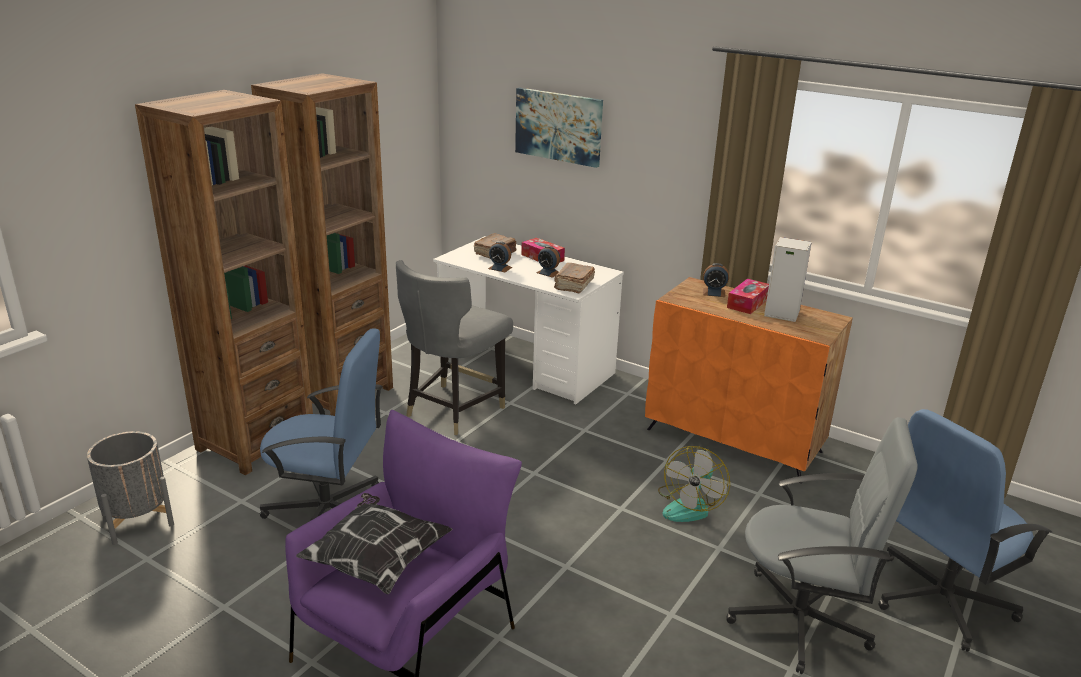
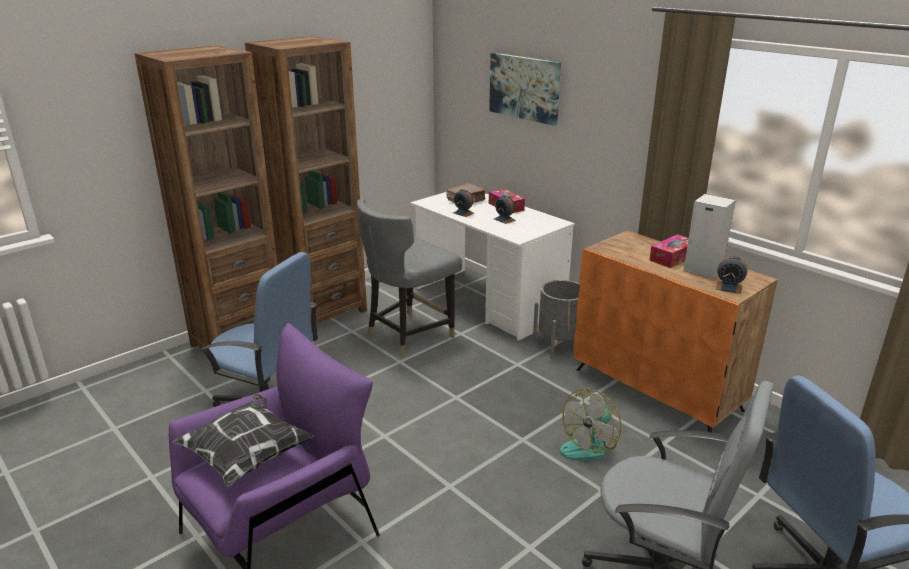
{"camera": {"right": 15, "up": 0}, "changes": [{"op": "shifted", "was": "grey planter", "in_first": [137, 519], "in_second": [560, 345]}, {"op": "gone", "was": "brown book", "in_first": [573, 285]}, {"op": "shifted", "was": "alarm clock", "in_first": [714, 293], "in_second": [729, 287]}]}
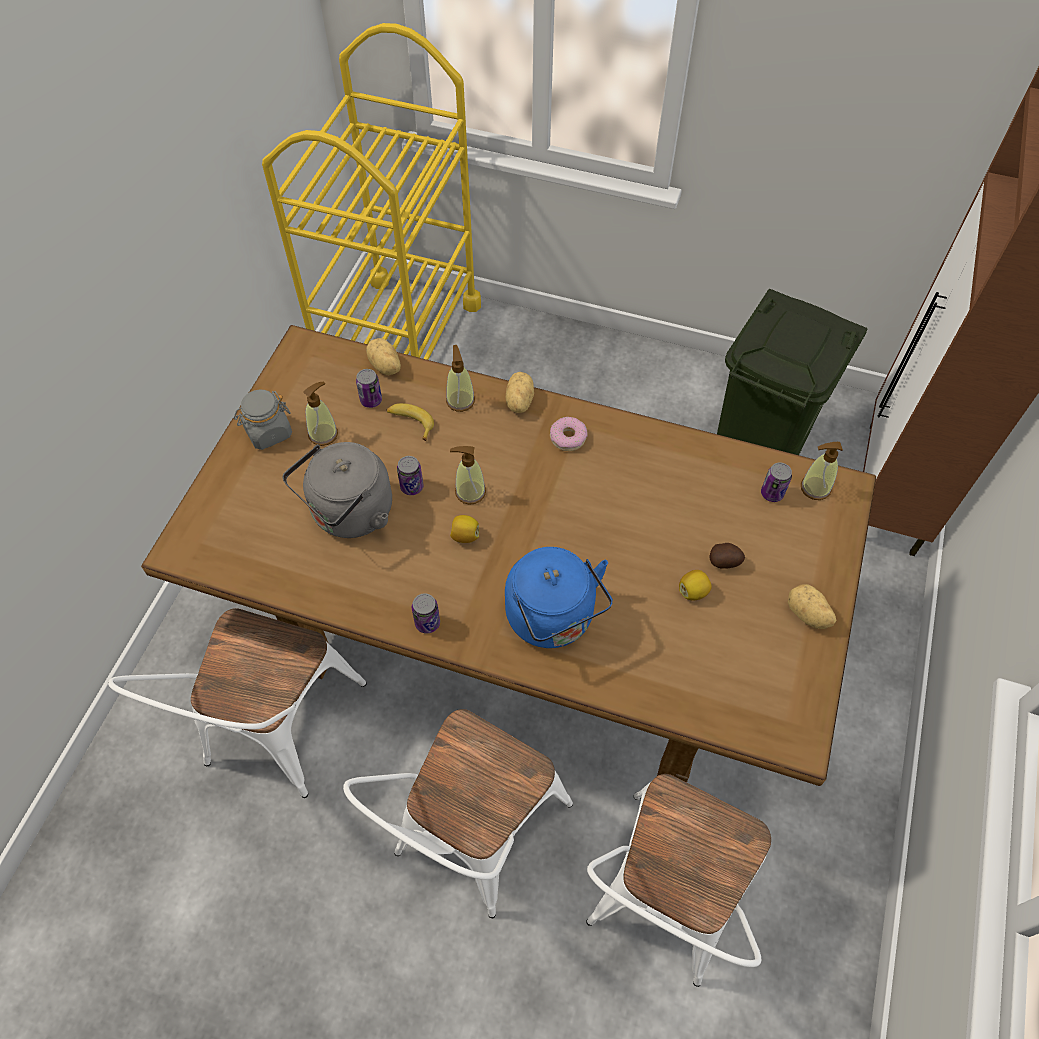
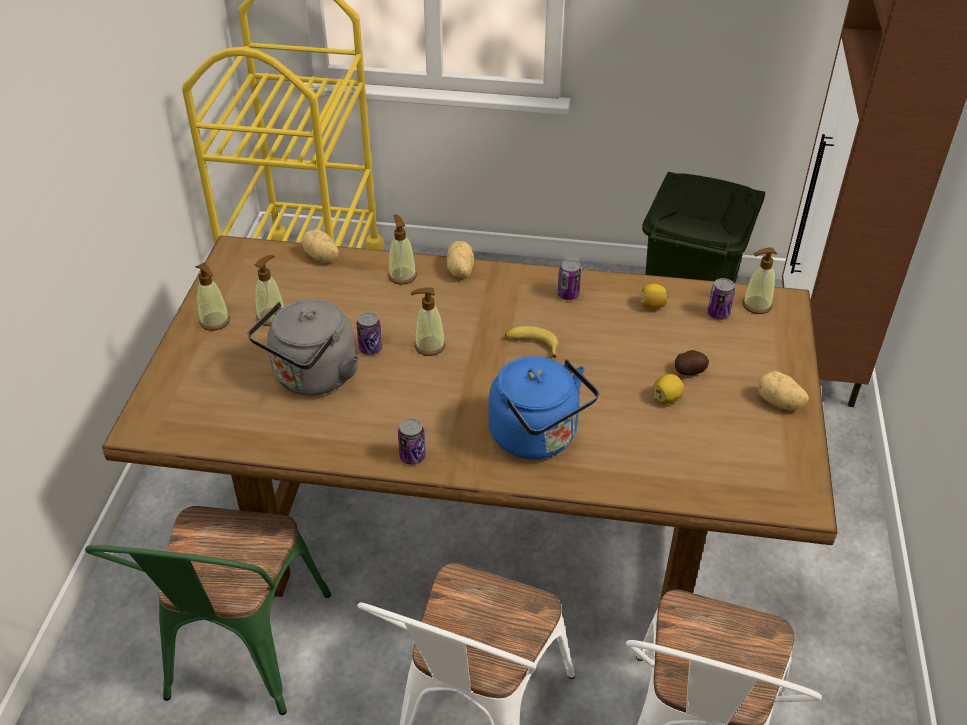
{"camera": {"right": -10, "up": -15}, "changes": [{"op": "repainted", "was": "white chair", "now": "green chair", "in_first": [276, 733], "in_second": [240, 656]}, {"op": "swapped", "was": "grey jar", "now": "soap dispenser", "in_first": [268, 432], "in_second": [215, 321]}, {"op": "shifted", "was": "can", "in_first": [371, 400], "in_second": [568, 294]}, {"op": "shifted", "was": "banana", "in_first": [410, 423], "in_second": [532, 344]}, {"op": "shifted", "was": "lemon", "in_first": [465, 536], "in_second": [652, 305]}, {"op": "gone", "was": "donut", "in_first": [567, 438]}]}
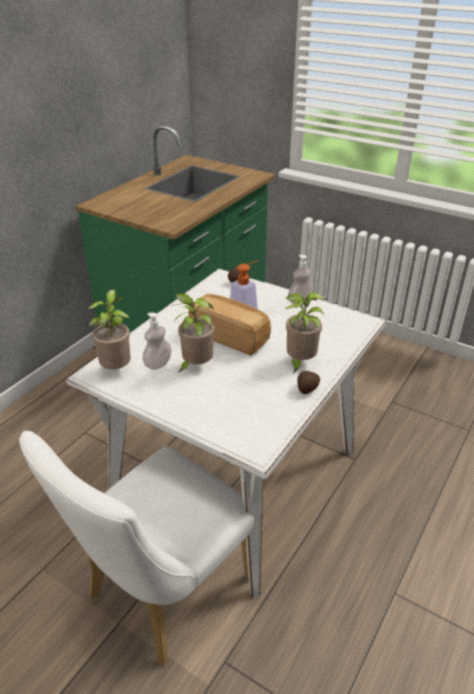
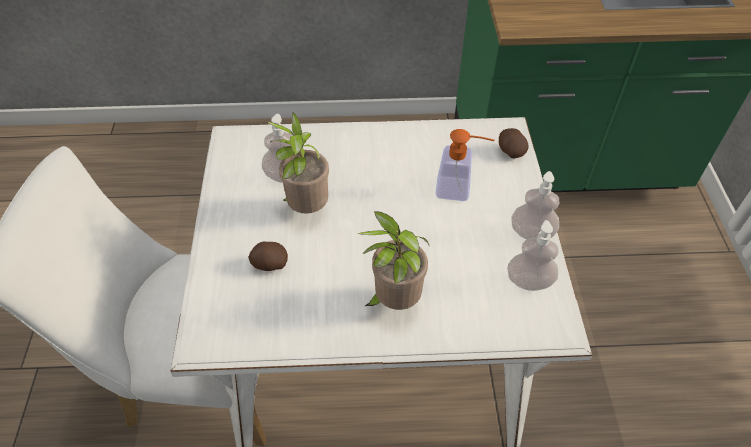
{"camera": {"right": 55, "up": 15}, "changes": [{"op": "gone", "was": "potted plant", "in_first": [117, 369]}, {"op": "gone", "was": "bread", "in_first": [230, 336]}, {"op": "shifted", "was": "potato", "in_first": [306, 389], "in_second": [269, 264]}, {"op": "new", "now": "soap dispenser", "in_second": [529, 281]}]}
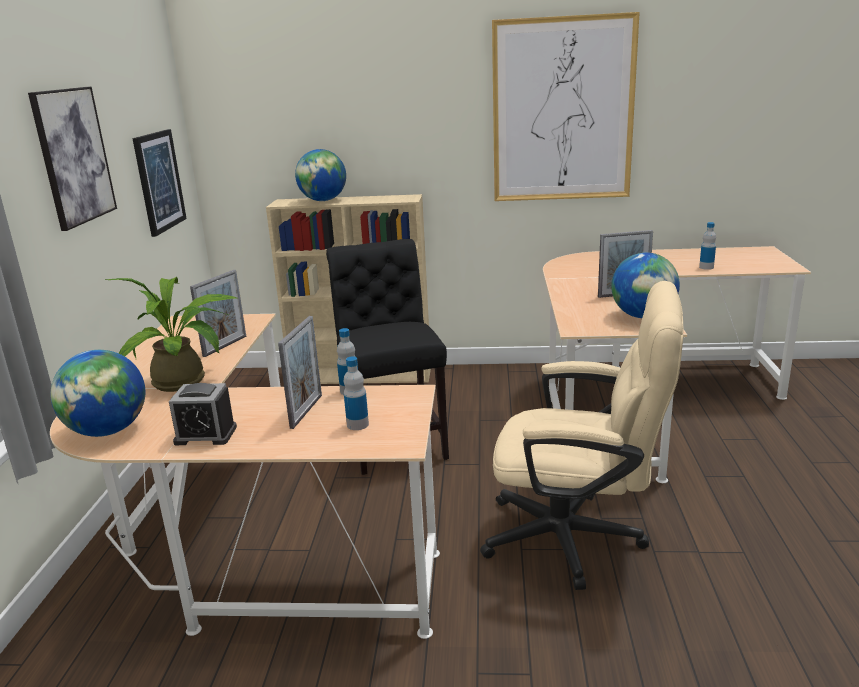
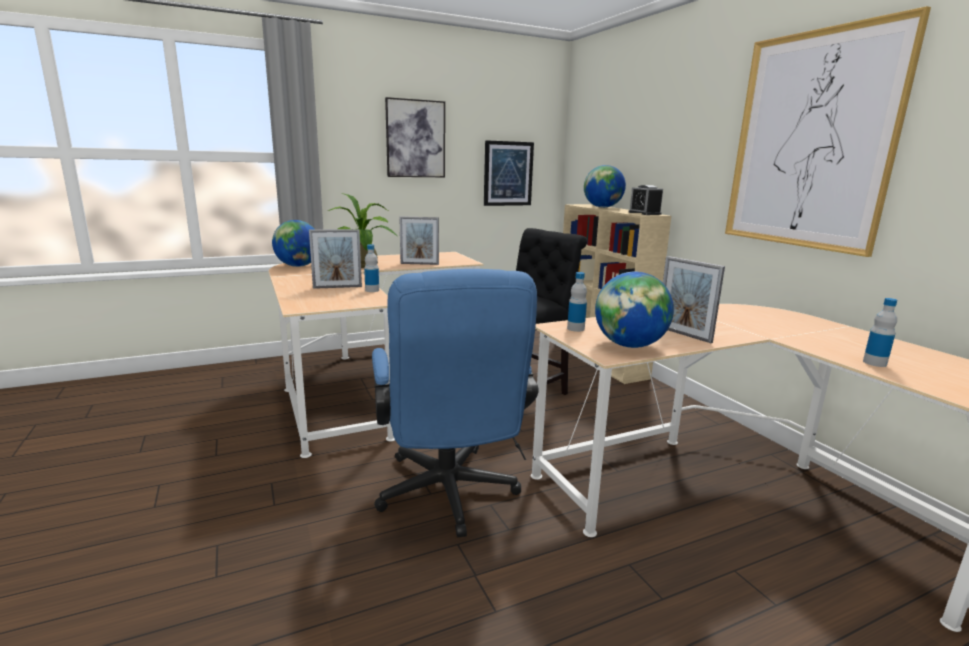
{"camera": {"right": 60, "up": -5}, "changes": [{"op": "shifted", "was": "alarm clock", "in_first": [205, 435], "in_second": [644, 213]}, {"op": "shifted", "was": "bottle", "in_first": [357, 425], "in_second": [575, 328]}, {"op": "repainted", "was": "beige office chair", "now": "blue office chair", "in_first": [578, 539], "in_second": [448, 497]}]}
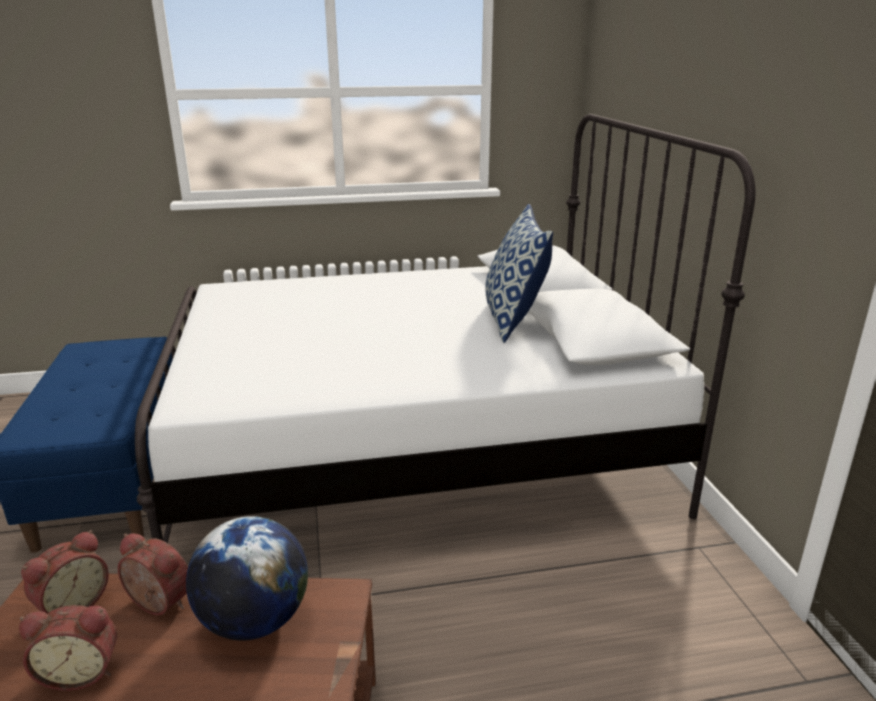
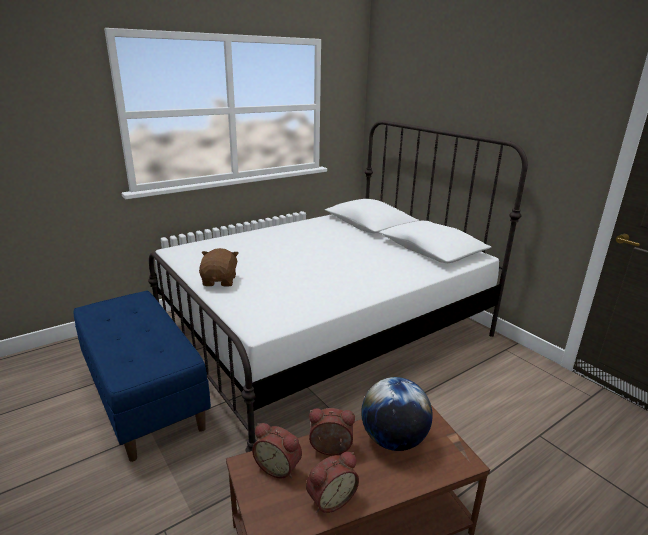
{"camera": {"right": -25, "up": 0}, "changes": [{"op": "rotated", "was": "alarm clock", "in_first": [72, 604], "in_second": [279, 466], "clockwise": 105}, {"op": "gone", "was": "pillow", "in_first": [514, 320]}, {"op": "new", "now": "brown plush toy", "in_second": [220, 281]}]}
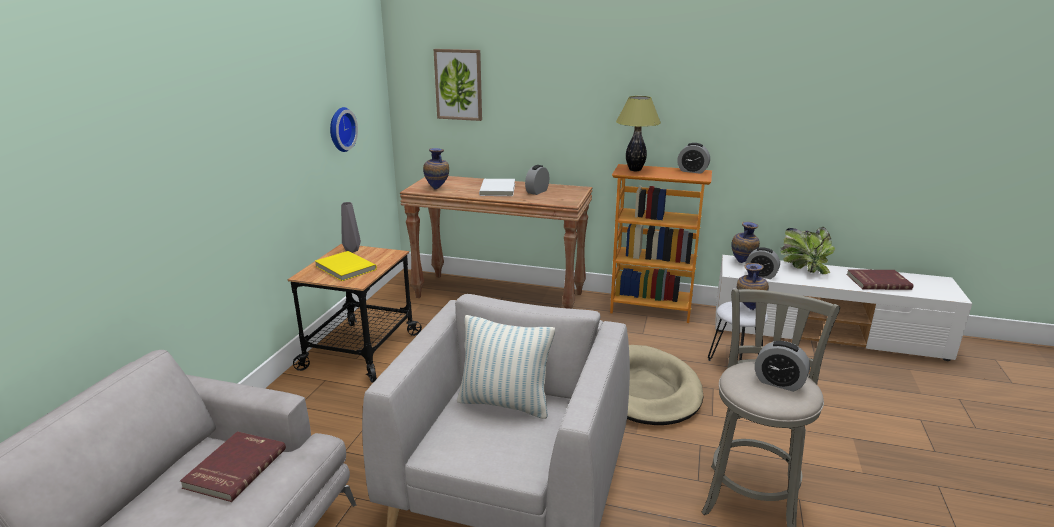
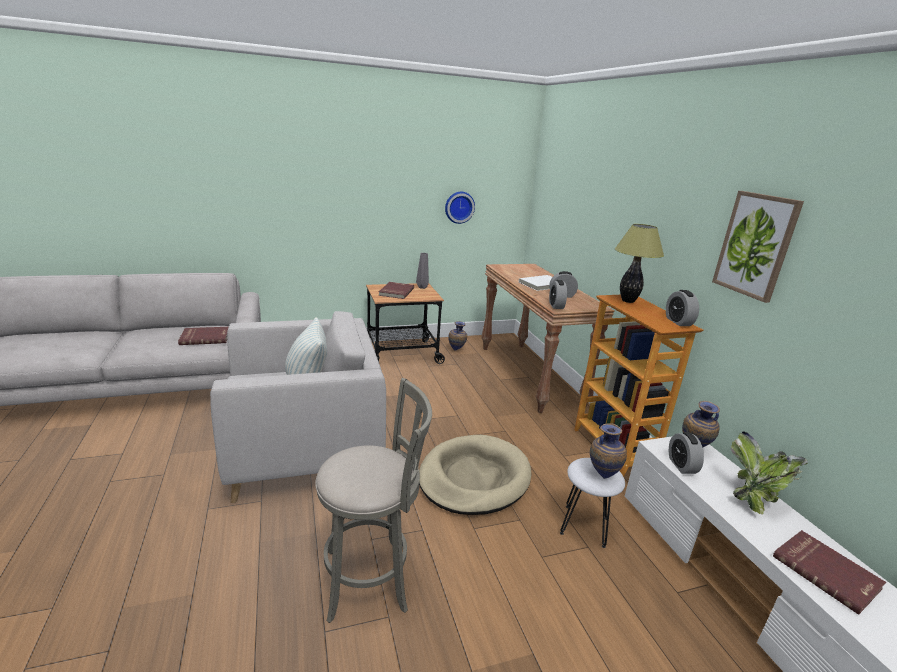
{"camera": {"right": 55, "up": 0}, "changes": [{"op": "repainted", "was": "yellow book", "now": "red book", "in_first": [344, 268], "in_second": [395, 292]}, {"op": "shifted", "was": "vase", "in_first": [437, 189], "in_second": [456, 350]}, {"op": "shifted", "was": "picture", "in_first": [458, 84], "in_second": [755, 245]}, {"op": "shifted", "was": "alarm clock", "in_first": [779, 383], "in_second": [556, 305]}]}
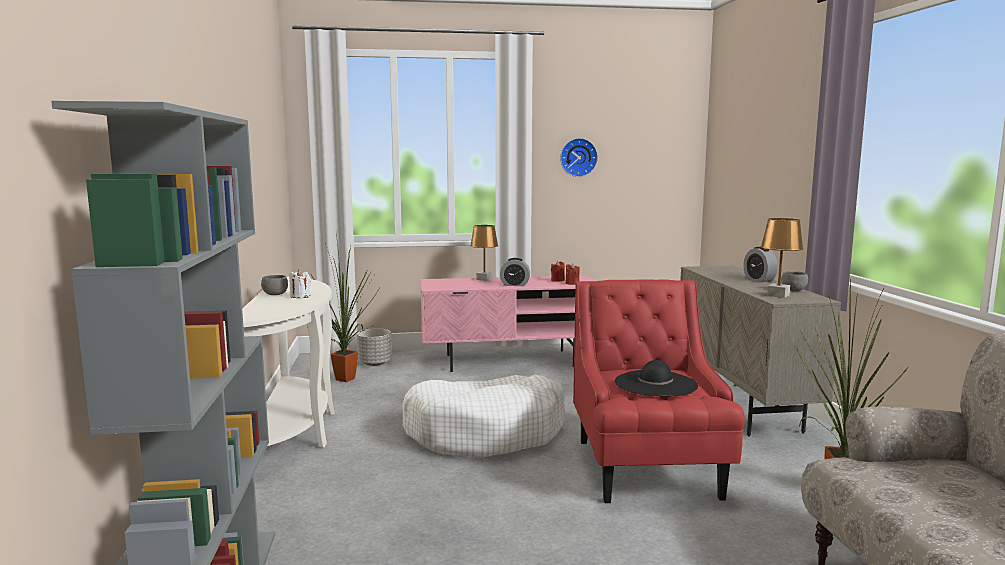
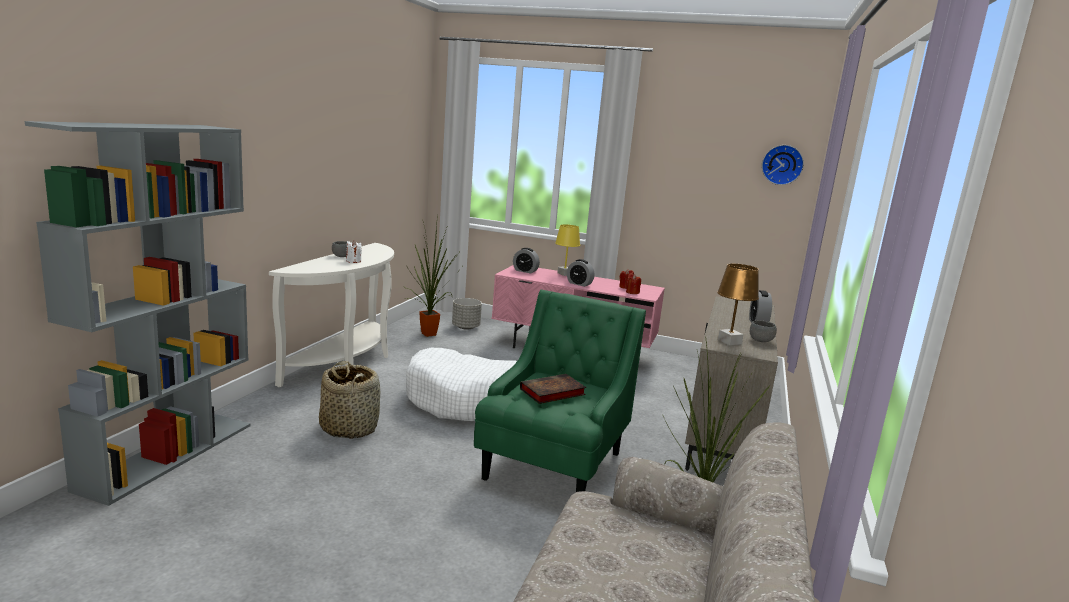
{"camera": {"right": 25, "up": 5}, "changes": [{"op": "repainted", "was": "brown table lamp", "now": "yellow table lamp", "in_first": [484, 279], "in_second": [564, 274]}, {"op": "shifted", "was": "wall clock", "in_first": [578, 157], "in_second": [782, 164]}, {"op": "repainted", "was": "red armchair", "now": "green armchair", "in_first": [647, 469], "in_second": [553, 467]}, {"op": "swapped", "was": "black hat", "now": "book", "in_first": [655, 383], "in_second": [551, 393]}, {"op": "new", "now": "basket", "in_second": [349, 427]}, {"op": "new", "now": "alarm clock", "in_second": [525, 271]}]}
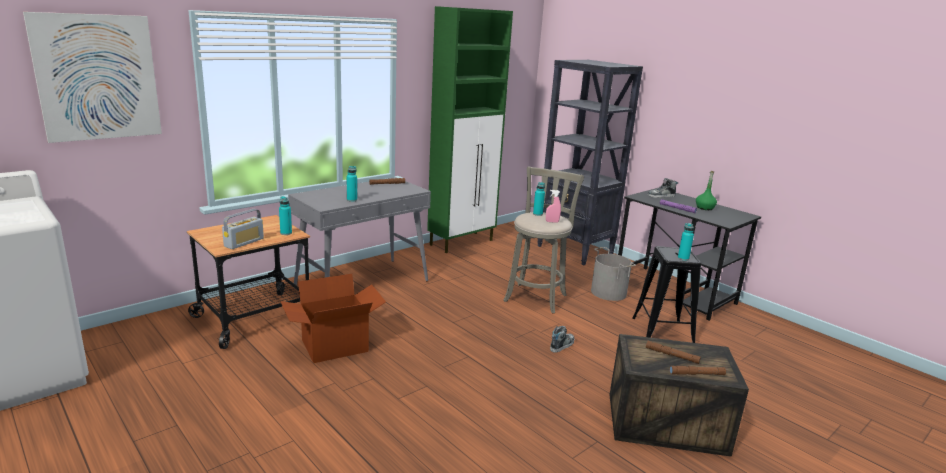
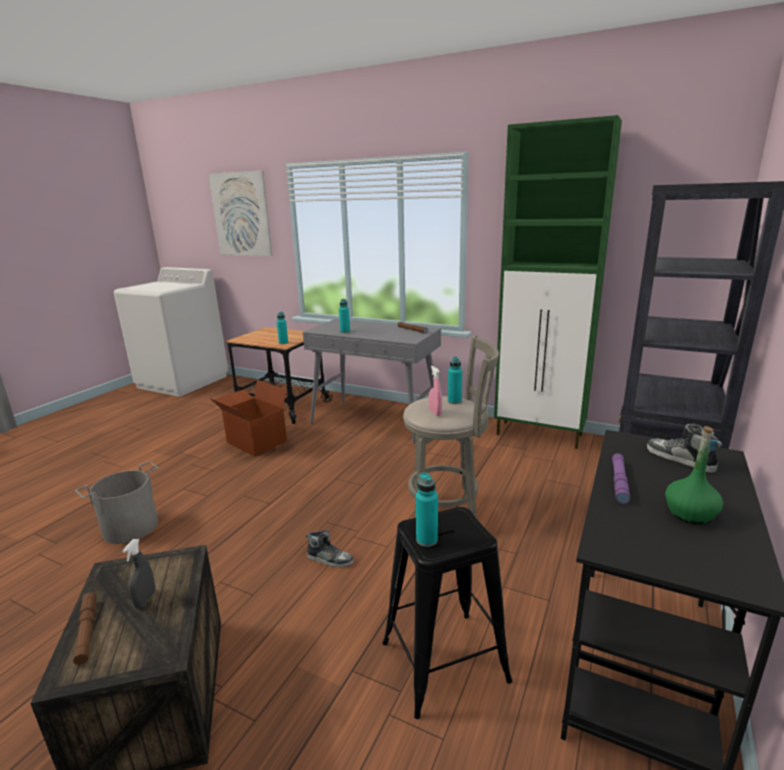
{"camera": {"right": 70, "up": 0}, "changes": [{"op": "gone", "was": "radio", "in_first": [244, 242]}, {"op": "shifted", "was": "grey bucket", "in_first": [608, 292], "in_second": [130, 527]}, {"op": "swapped", "was": "brown flashlight", "now": "grey spray bottle", "in_first": [672, 355], "in_second": [145, 600]}]}
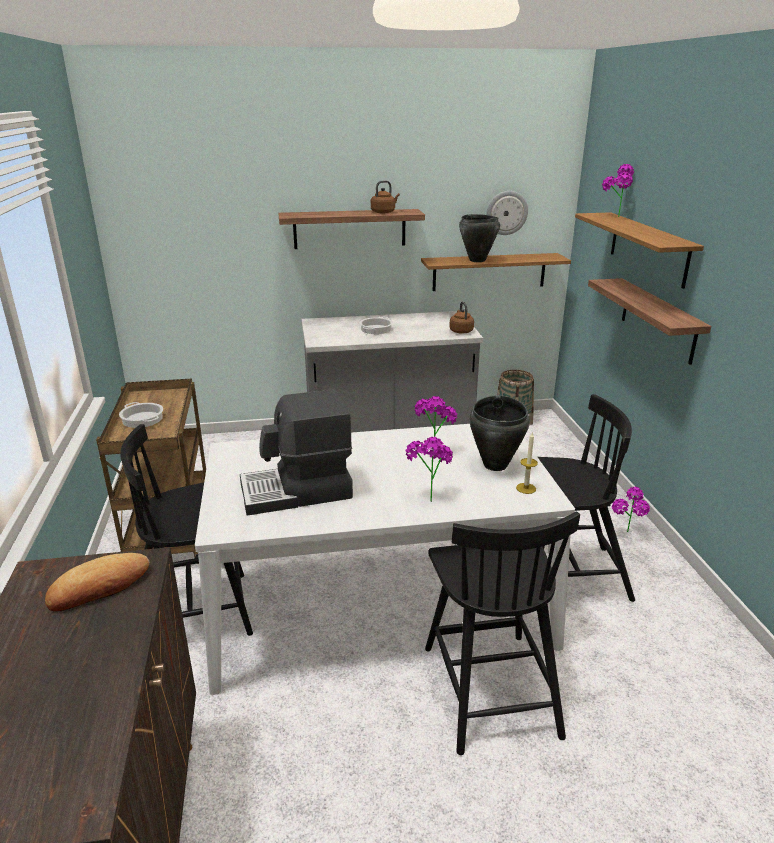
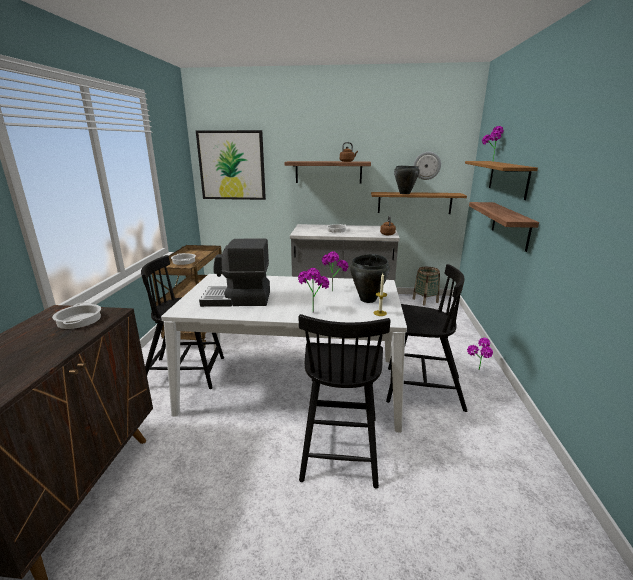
{"camera": {"right": 15, "up": -5}, "changes": [{"op": "swapped", "was": "bread", "now": "cooking pot", "in_first": [99, 587], "in_second": [79, 320]}, {"op": "new", "now": "picture", "in_second": [232, 165]}]}
